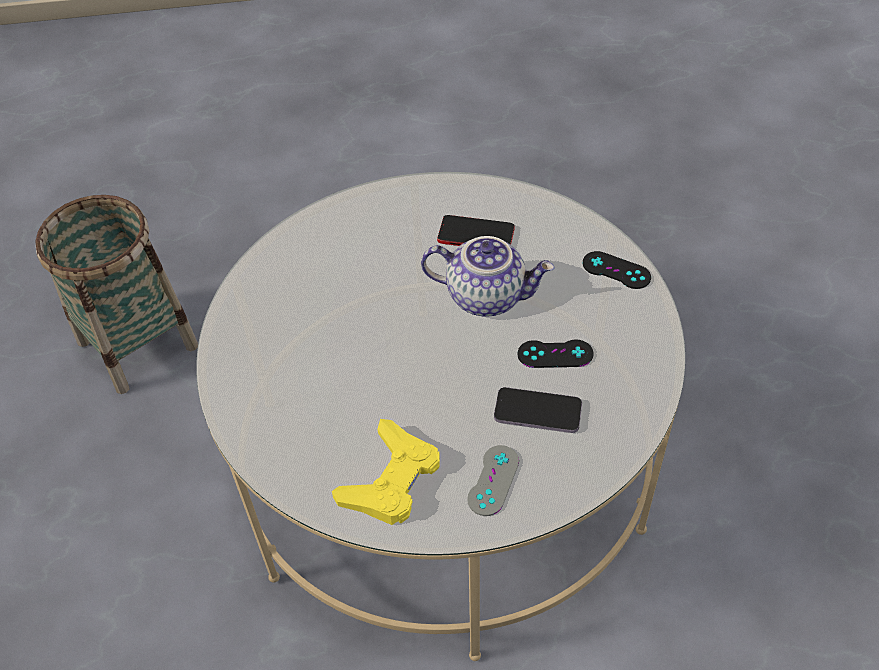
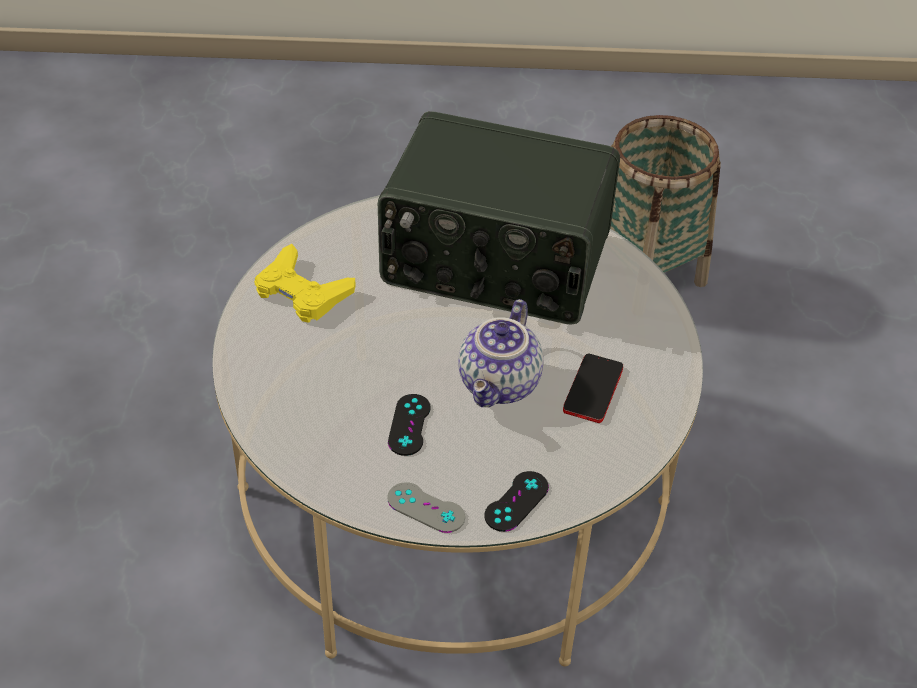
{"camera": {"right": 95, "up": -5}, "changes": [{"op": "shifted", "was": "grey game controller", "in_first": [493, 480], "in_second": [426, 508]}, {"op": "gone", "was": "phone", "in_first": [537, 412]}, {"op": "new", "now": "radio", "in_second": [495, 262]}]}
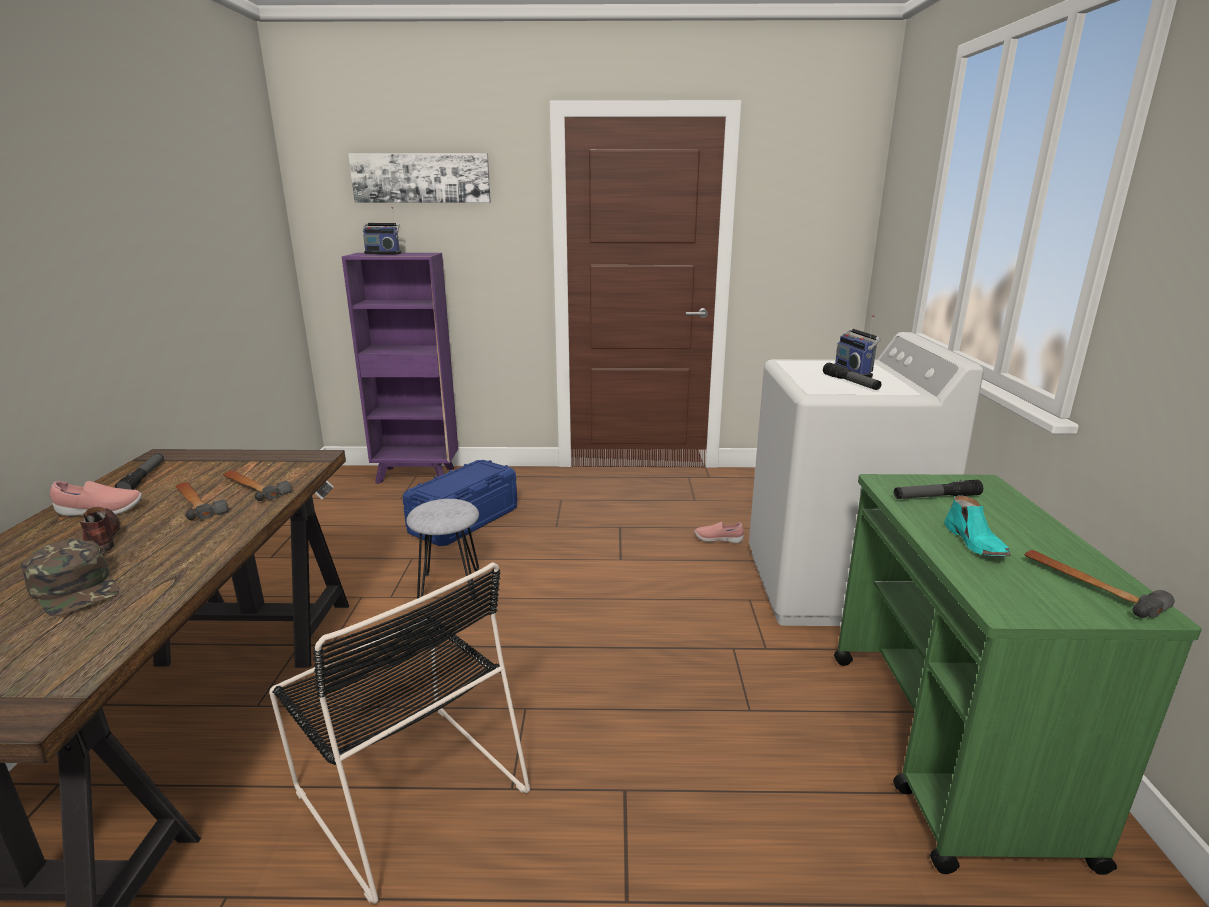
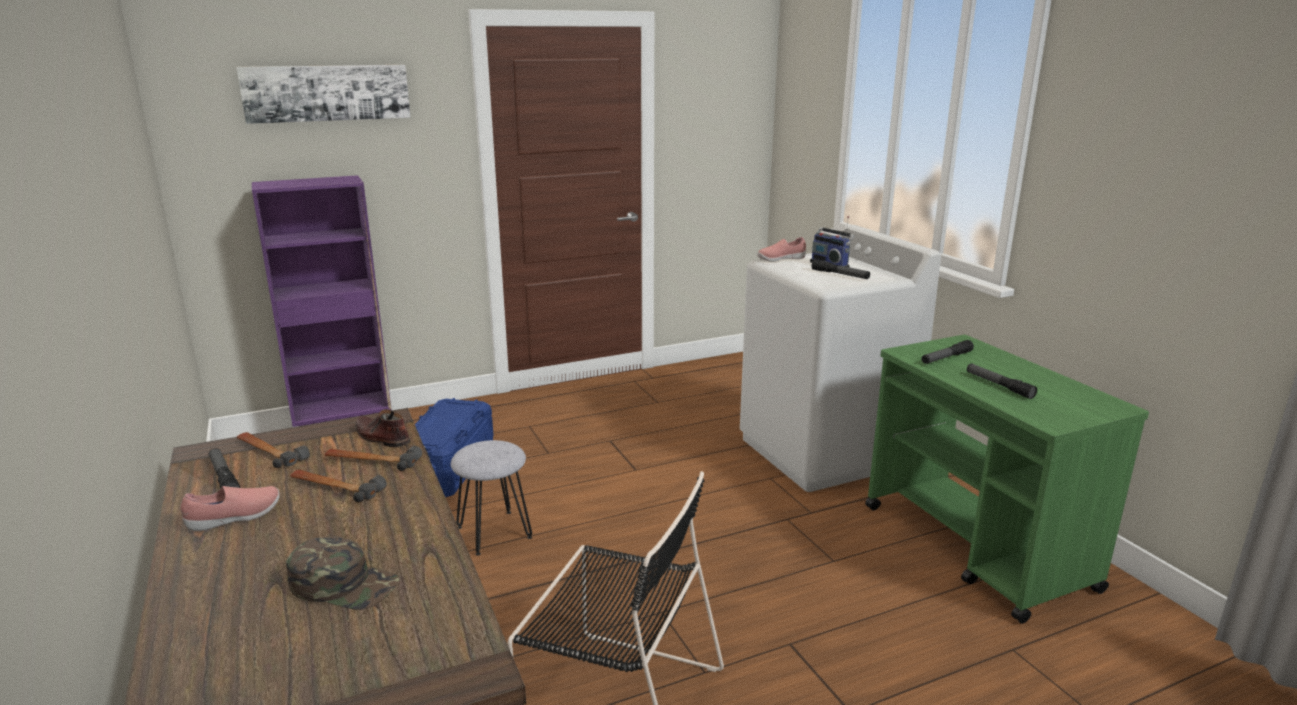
{"camera": {"right": -25, "up": 0}, "changes": [{"op": "shifted", "was": "brown shoe", "in_first": [102, 538], "in_second": [381, 437]}, {"op": "gone", "was": "radio", "in_first": [383, 253]}, {"op": "shifted", "was": "pink shoe", "in_first": [718, 540], "in_second": [780, 260]}, {"op": "swapped", "was": "turquoise shoe", "now": "flashlight", "in_first": [975, 543], "in_second": [999, 385]}, {"op": "shifted", "was": "hammer", "in_first": [1089, 586], "in_second": [269, 452]}]}
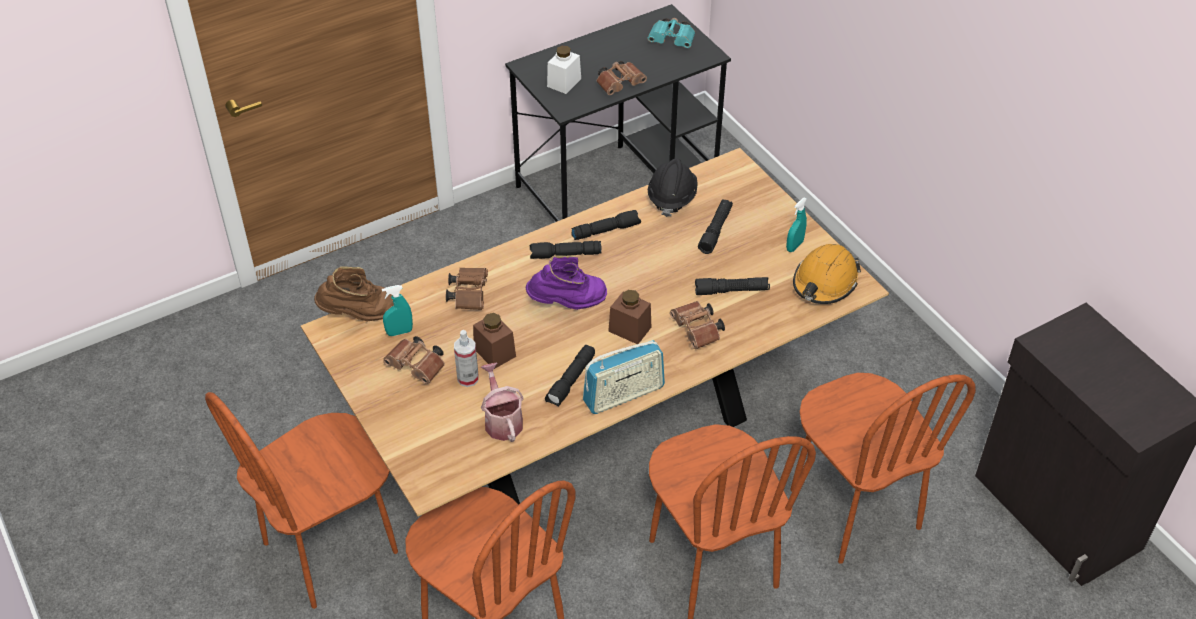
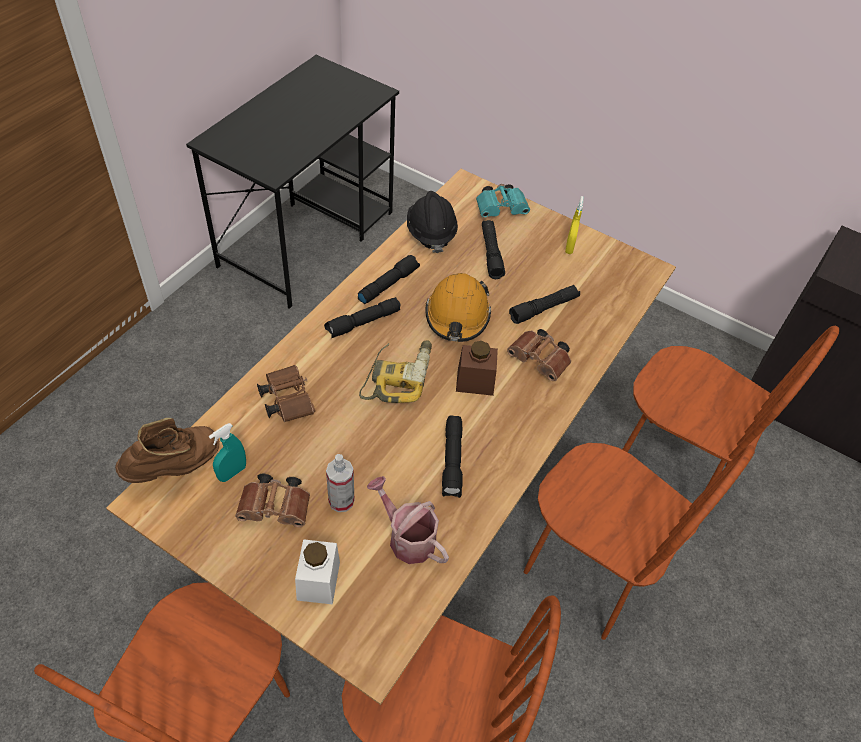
{"camera": {"right": -30, "up": 5}, "changes": [{"op": "gone", "was": "brown jar", "in_first": [494, 352]}, {"op": "swapped", "was": "purple boot", "now": "power drill", "in_first": [568, 304], "in_second": [398, 375]}, {"op": "shifted", "was": "white jar", "in_first": [564, 82], "in_second": [318, 581]}, {"op": "gone", "was": "radio", "in_first": [623, 395]}, {"op": "gone", "was": "brown binoculars", "in_first": [621, 84]}, {"op": "shifted", "was": "turquoise binoculars", "in_first": [673, 41], "in_second": [502, 209]}, {"op": "repainted", "was": "turquoise spray bottle", "now": "yellow spray bottle", "in_first": [794, 246], "in_second": [569, 247]}, {"op": "shifted", "was": "orange hard hat", "in_first": [824, 282], "in_second": [457, 316]}]}
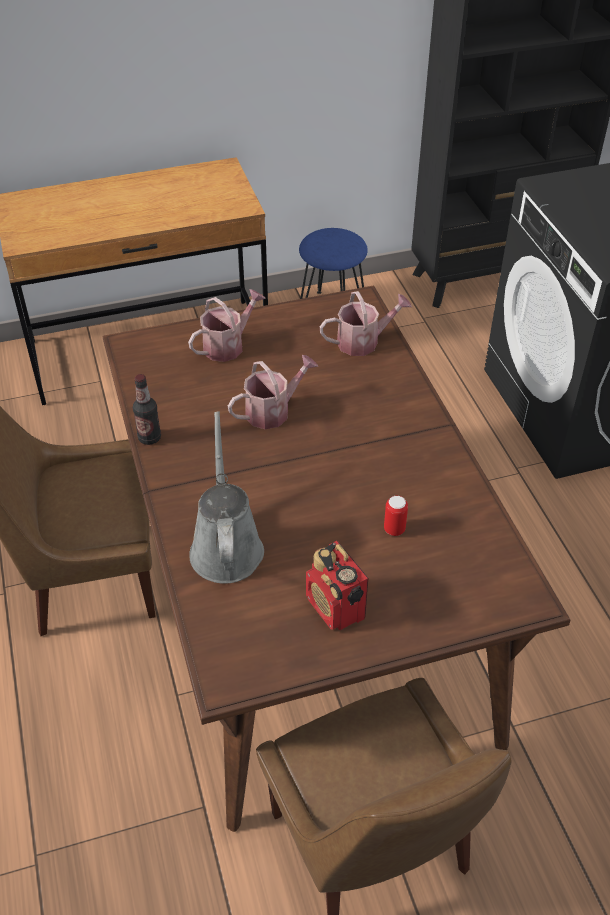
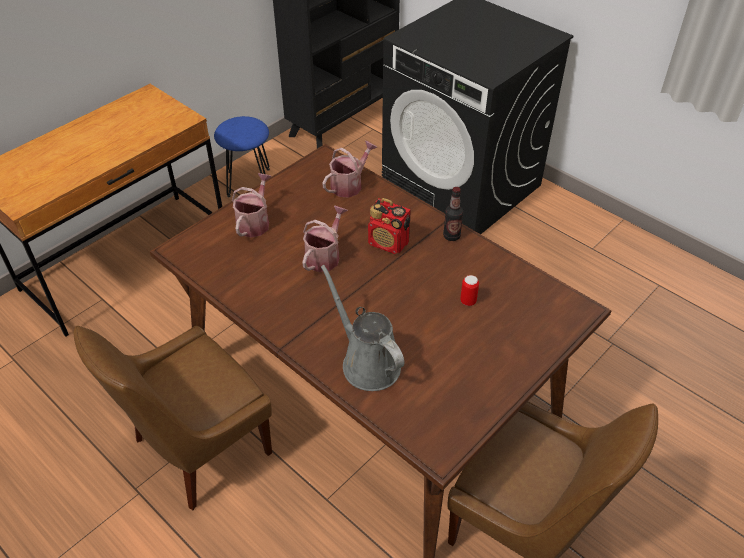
{"camera": {"right": -30, "up": 0}, "changes": [{"op": "shifted", "was": "bottle", "in_first": [149, 438], "in_second": [451, 236]}, {"op": "shifted", "was": "radio", "in_first": [336, 608], "in_second": [389, 243]}]}
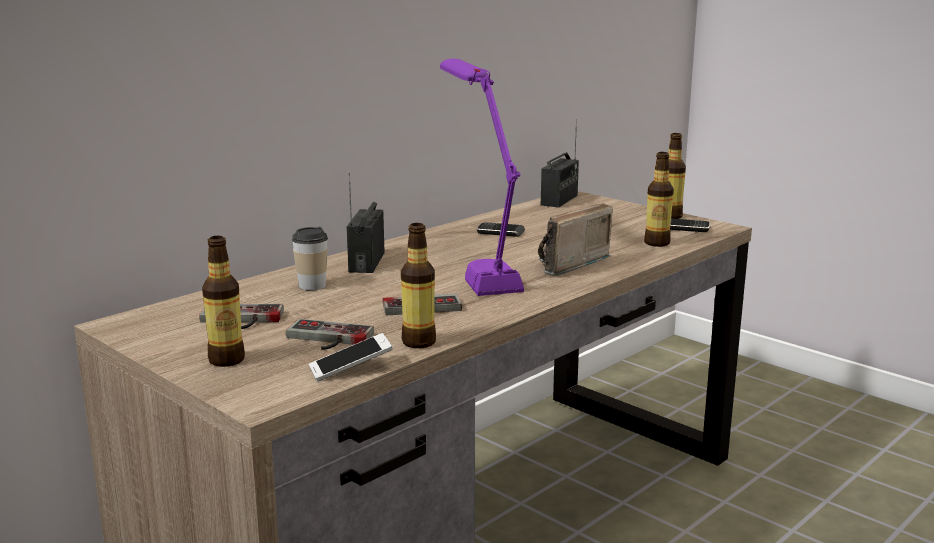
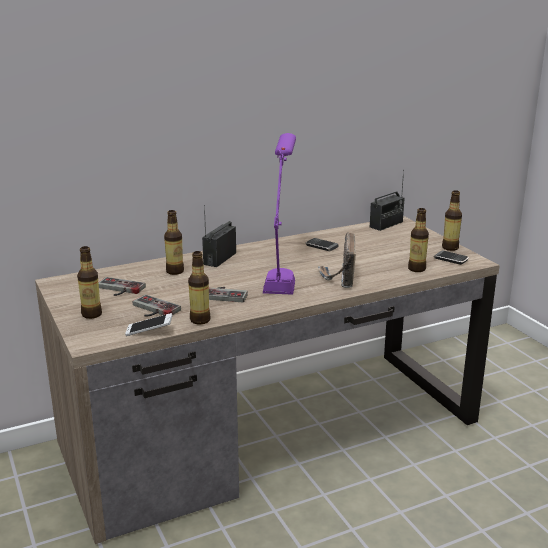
{"camera": {"right": 20, "up": 5}, "changes": [{"op": "swapped", "was": "cup", "now": "bottle", "in_first": [312, 285], "in_second": [175, 271]}, {"op": "rotated", "was": "radio", "in_first": [565, 264], "in_second": [338, 277], "clockwise": -60}]}
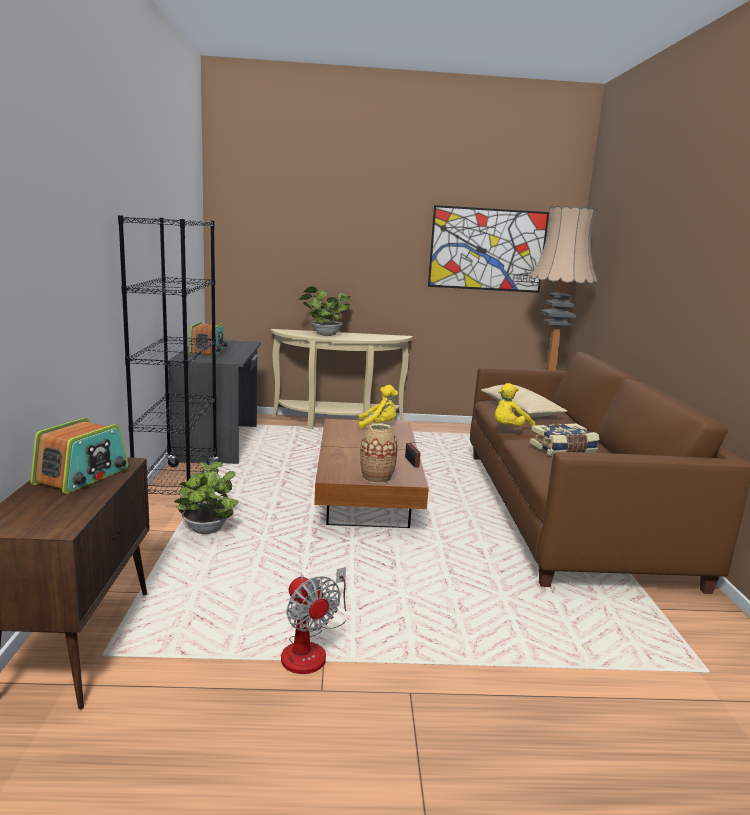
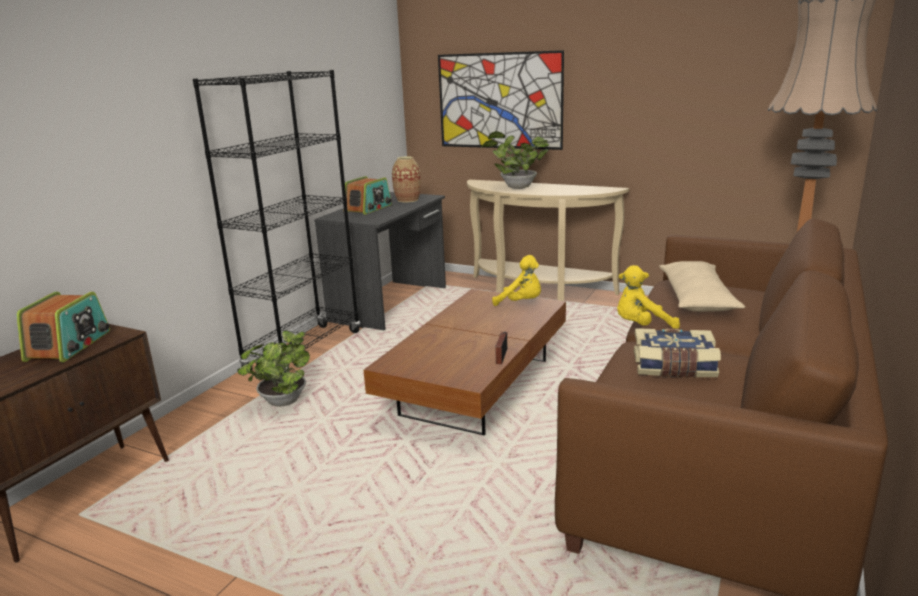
{"camera": {"right": 30, "up": 5}, "changes": [{"op": "rotated", "was": "radio", "in_first": [82, 476], "in_second": [69, 345], "clockwise": -45}, {"op": "gone", "was": "fan", "in_first": [311, 648]}, {"op": "shifted", "was": "vase", "in_first": [377, 478], "in_second": [408, 200]}, {"op": "shifted", "was": "picture", "in_first": [487, 249], "in_second": [499, 101]}]}
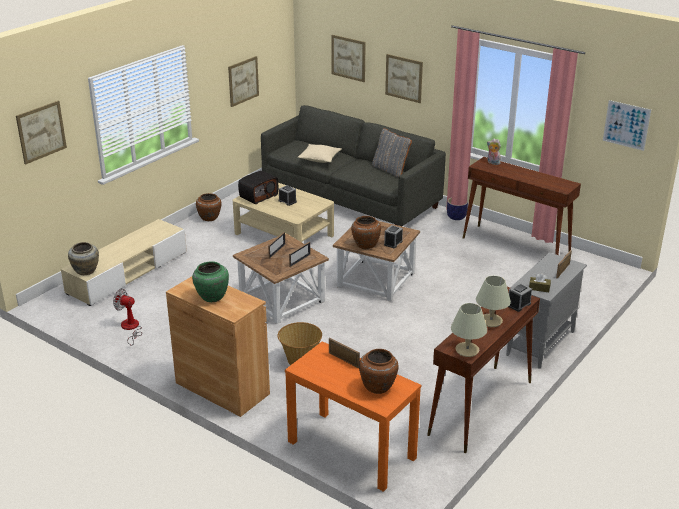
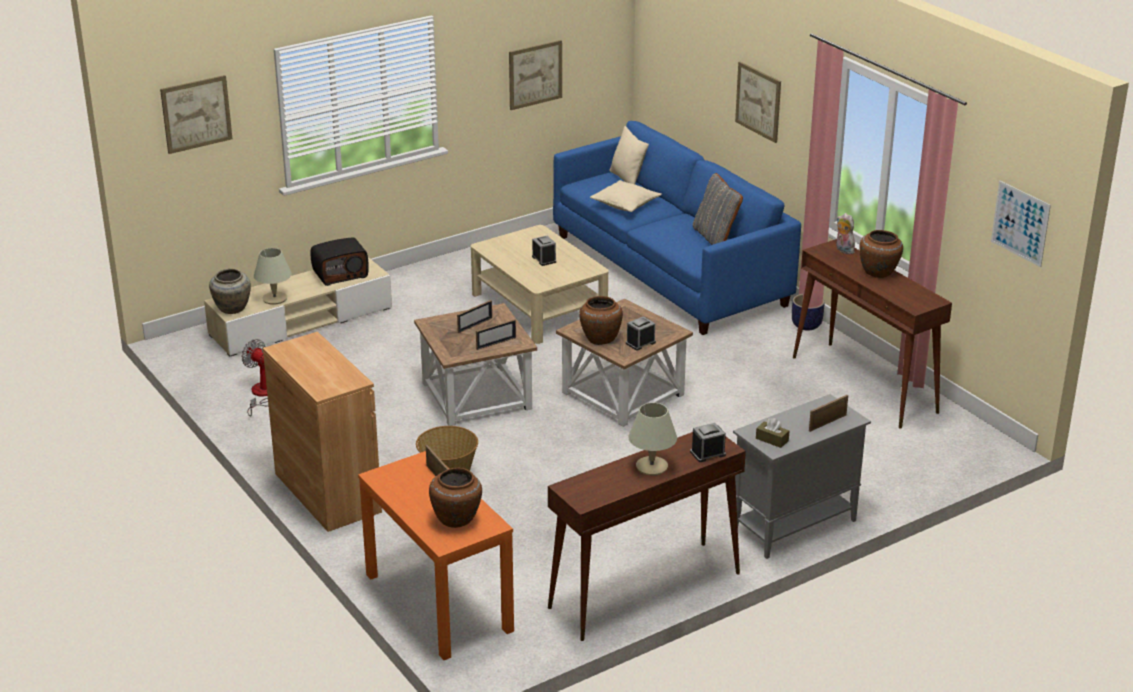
{"camera": {"right": 20, "up": 0}, "changes": [{"op": "gone", "was": "green vase", "in_first": [211, 296]}, {"op": "shifted", "was": "brown vase", "in_first": [209, 218], "in_second": [878, 273]}, {"op": "shifted", "was": "radio", "in_first": [258, 196], "in_second": [340, 274]}, {"op": "repainted", "was": "grey sofa", "now": "blue sofa", "in_first": [351, 197], "in_second": [670, 270]}, {"op": "gone", "was": "picture", "in_first": [348, 58]}, {"op": "shifted", "was": "beige table lamp", "in_first": [467, 350], "in_second": [274, 299]}, {"op": "new", "now": "beige pillow", "in_second": [627, 179]}]}
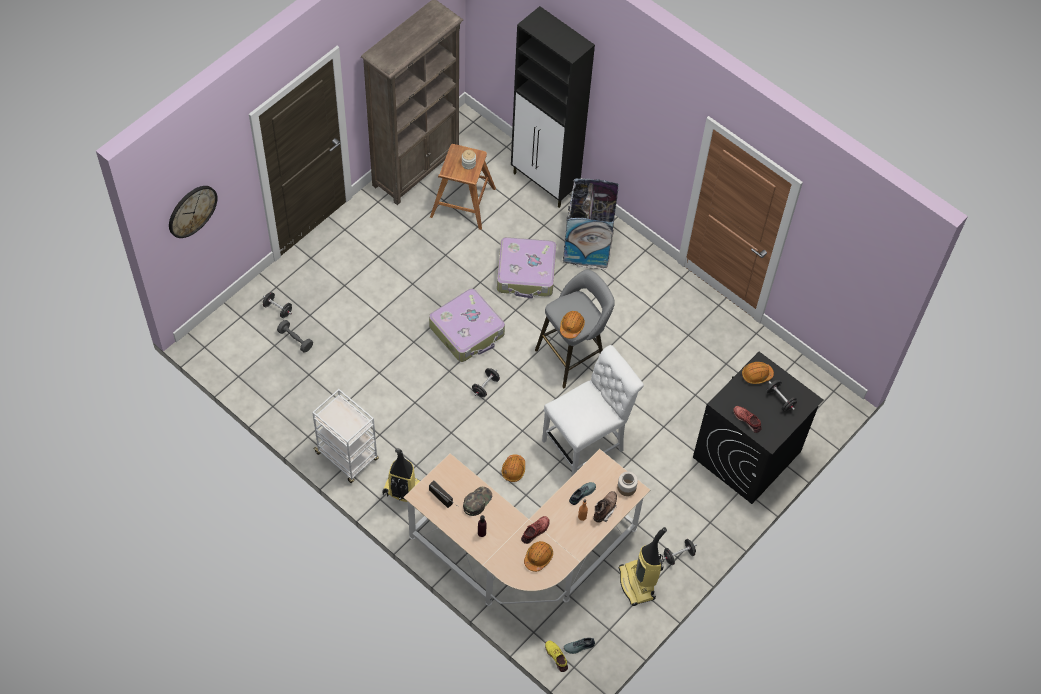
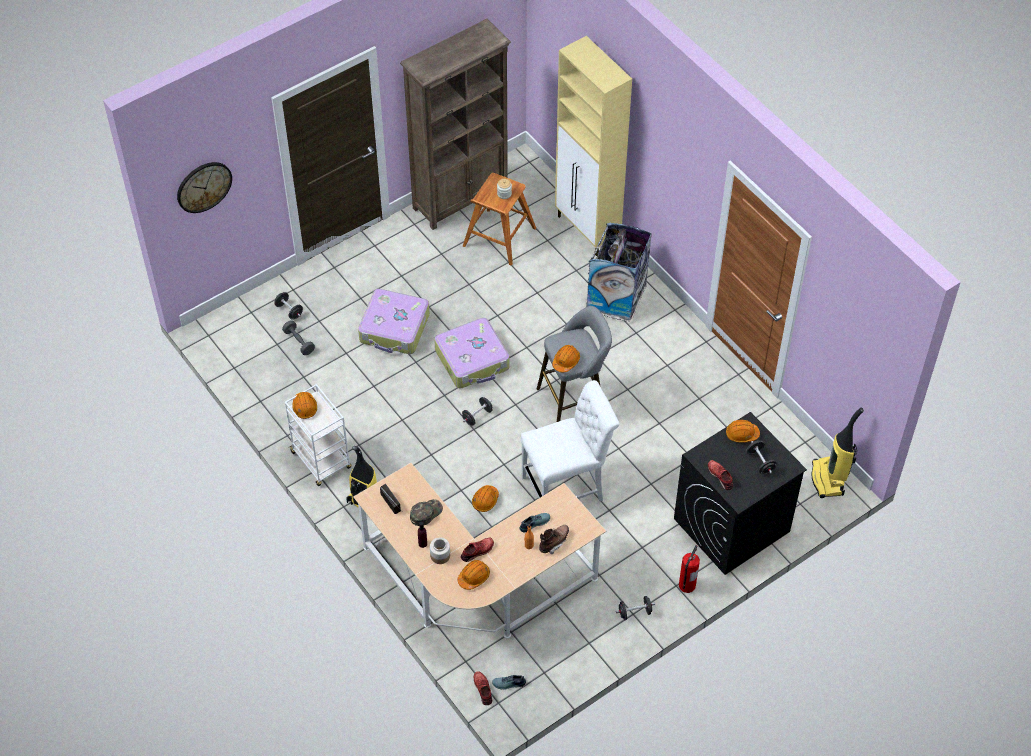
{"camera": {"right": 15, "up": -5}, "changes": [{"op": "shifted", "was": "suitcase", "in_first": [526, 273], "in_second": [395, 329]}, {"op": "repainted", "was": "black cabinet", "now": "beige cabinet", "in_first": [545, 183], "in_second": [588, 230]}, {"op": "repainted", "was": "yellow shoe", "now": "red shoe", "in_first": [557, 656], "in_second": [483, 689]}, {"op": "shifted", "was": "jar", "in_first": [626, 487], "in_second": [440, 555]}, {"op": "shifted", "was": "vacuum cleaner", "in_first": [638, 584], "in_second": [829, 479]}, {"op": "new", "now": "orange hard hat", "in_second": [305, 407]}, {"op": "new", "now": "fire extinguisher", "in_second": [687, 585]}]}
